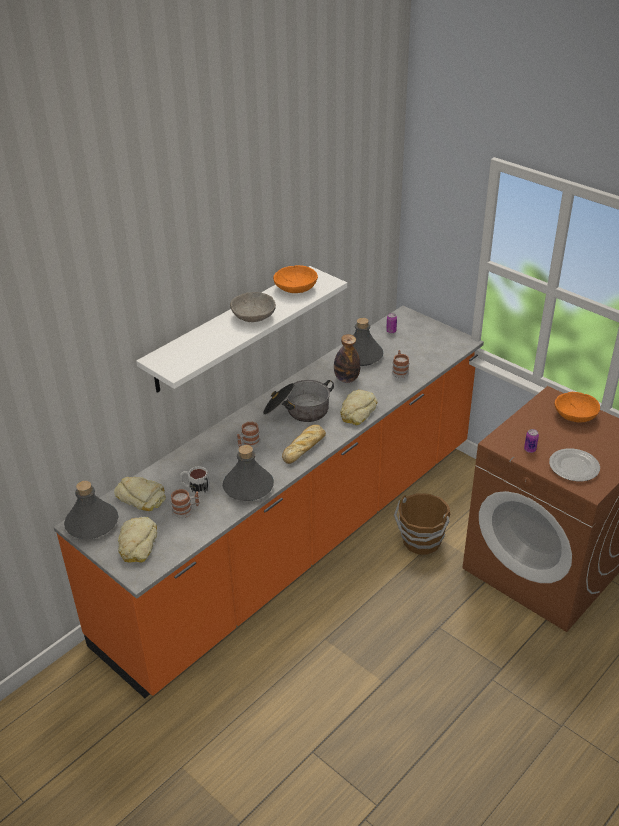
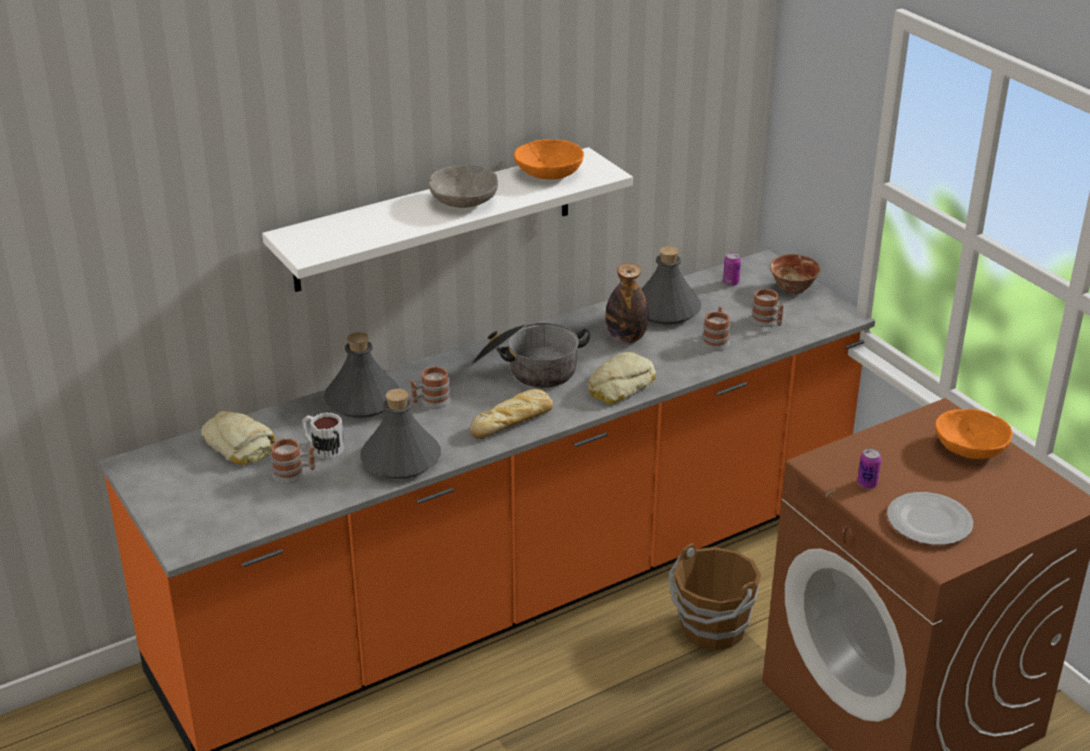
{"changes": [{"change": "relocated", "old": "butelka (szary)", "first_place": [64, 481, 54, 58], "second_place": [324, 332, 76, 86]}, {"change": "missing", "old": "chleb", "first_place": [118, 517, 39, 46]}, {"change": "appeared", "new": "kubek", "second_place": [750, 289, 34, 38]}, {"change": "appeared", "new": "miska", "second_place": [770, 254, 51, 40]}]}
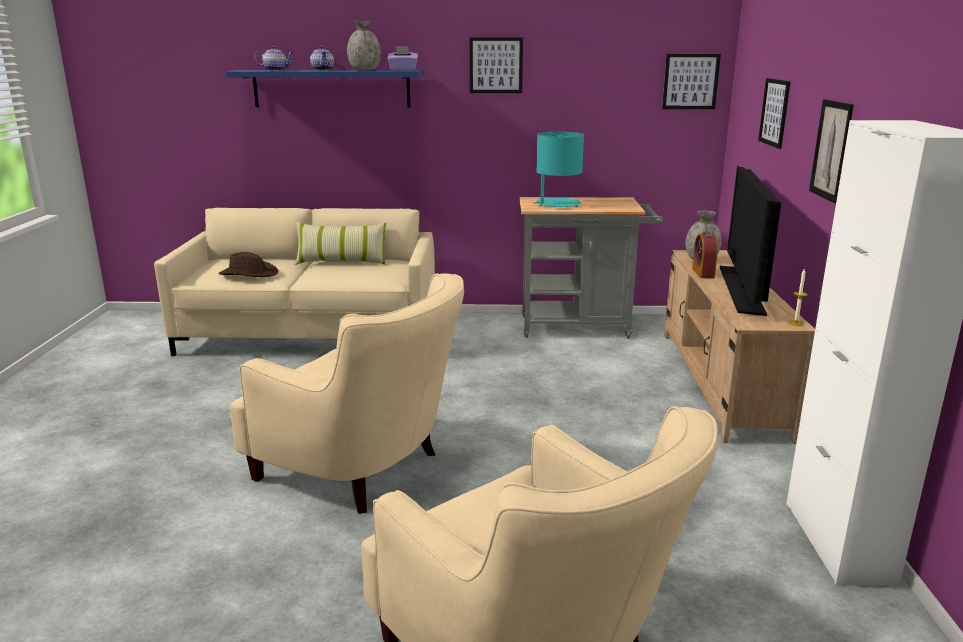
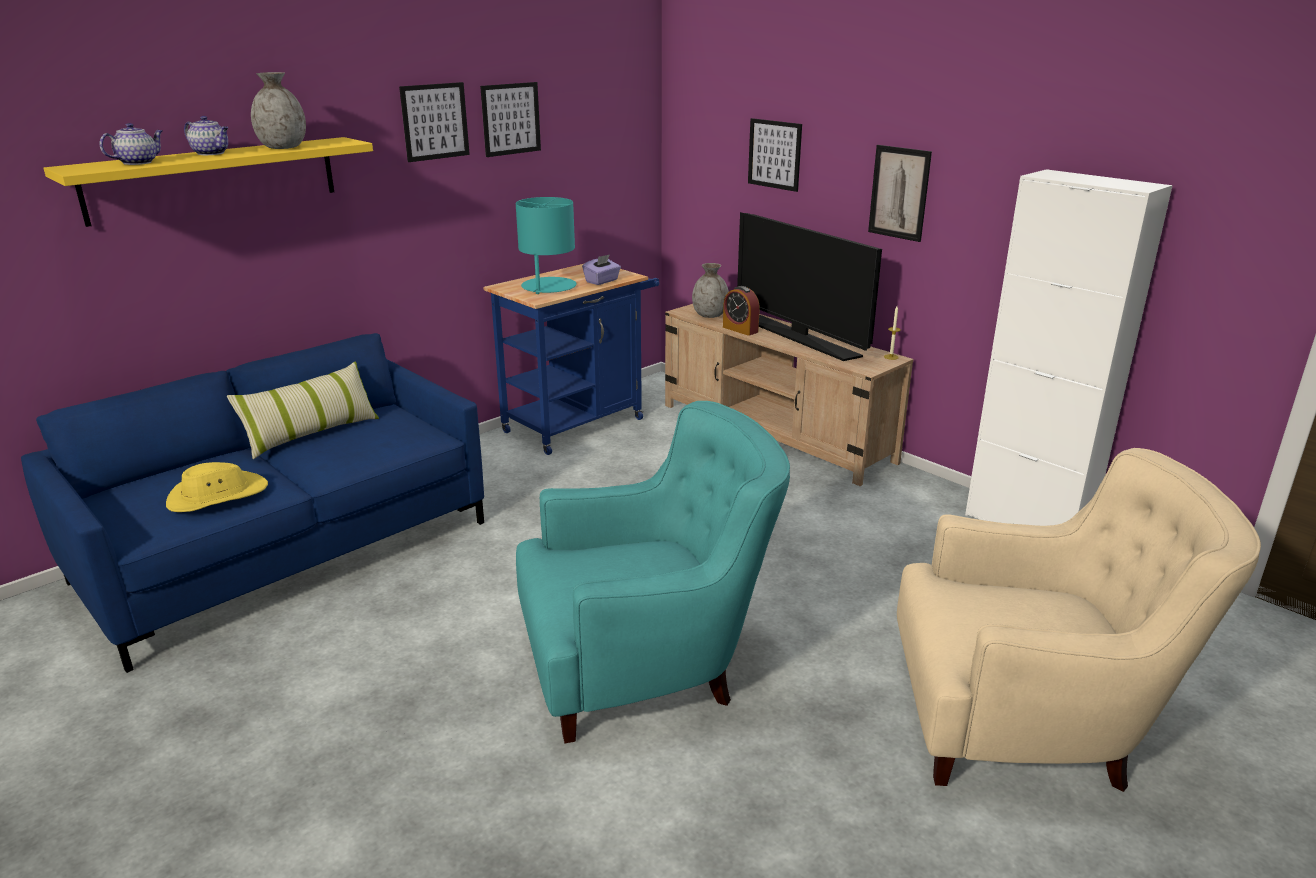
{"changes": [{"change": "colour", "old": "kanapa (beżowy)", "new": "kanapa (niebieski)", "first_place": [154, 208, 281, 148], "second_place": [21, 333, 463, 340]}, {"change": "colour", "old": "kapelusz (brązowy)", "new": "kapelusz (żółty)", "first_place": [219, 252, 59, 25], "second_place": [166, 462, 102, 50]}, {"change": "colour", "old": "półka (niebieski)", "new": "półka (żółty)", "first_place": [225, 70, 198, 37], "second_place": [43, 137, 330, 90]}, {"change": "colour", "old": "fotel (beżowy)", "new": "fotel (turkusowy)", "first_place": [230, 273, 234, 241], "second_place": [516, 401, 274, 342]}, {"change": "relocated", "old": "pudełko chusteczek (fioletowy)", "first_place": [388, 46, 30, 25], "second_place": [582, 254, 39, 31]}, {"change": "colour", "old": "wózek (szary)", "new": "wózek (niebieski)", "first_place": [520, 197, 143, 142], "second_place": [484, 264, 175, 191]}, {"change": "relocated", "old": "obraz", "first_place": [662, 54, 59, 55], "second_place": [480, 82, 61, 75]}]}
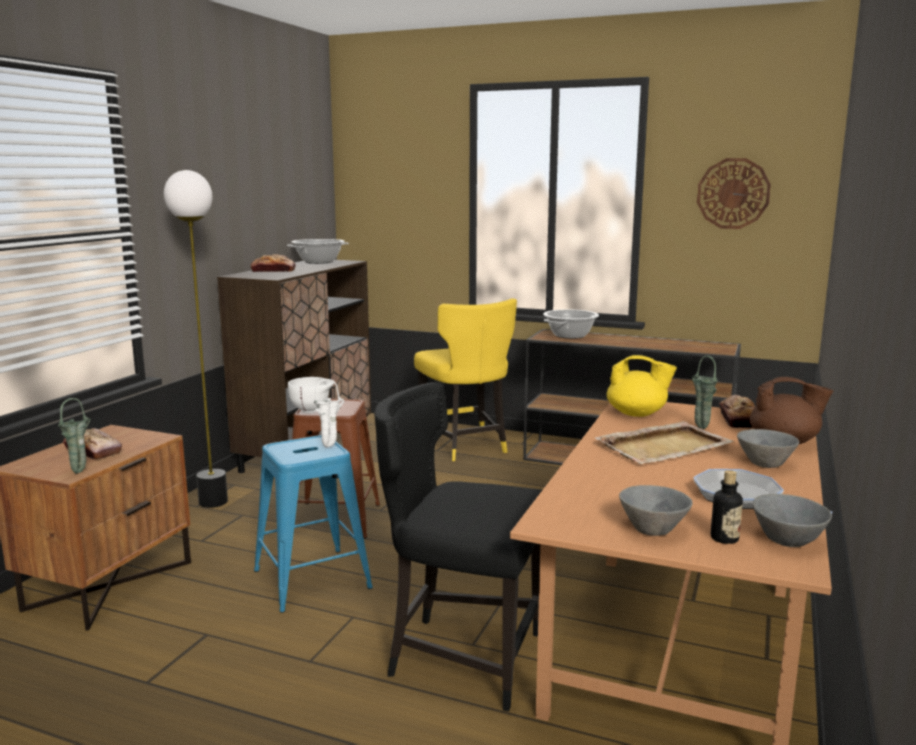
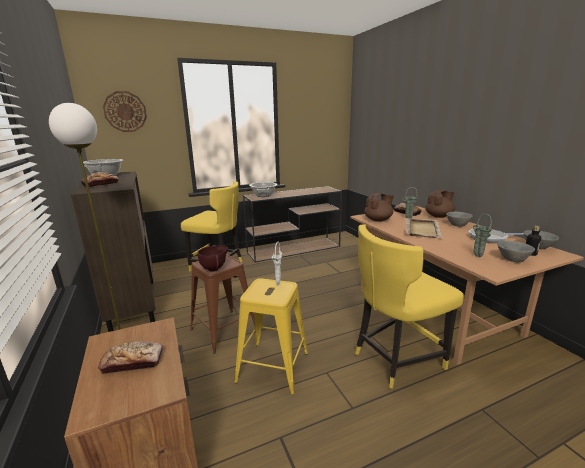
{"changes": [{"change": "relocated", "old": "wazon (zielony)", "first_place": [58, 398, 33, 76], "second_place": [473, 214, 19, 43]}, {"change": "colour", "old": "stołek (niebieski)", "new": "stołek (żółty)", "first_place": [254, 435, 119, 178], "second_place": [235, 278, 73, 117]}, {"change": "colour", "old": "miska (biały)", "new": "miska (brązowy)", "first_place": [288, 377, 46, 36], "second_place": [197, 245, 31, 27]}, {"change": "colour", "old": "krzesło (czarny)", "new": "krzesło (żółty)", "first_place": [374, 382, 169, 330], "second_place": [355, 224, 109, 164]}, {"change": "colour", "old": "imbryk (żółty)", "new": "imbryk (brązowy)", "first_place": [607, 355, 70, 62], "second_place": [364, 193, 30, 29]}, {"change": "relocated", "old": "zegar ścienny", "first_place": [697, 158, 74, 71], "second_place": [103, 91, 44, 41]}]}
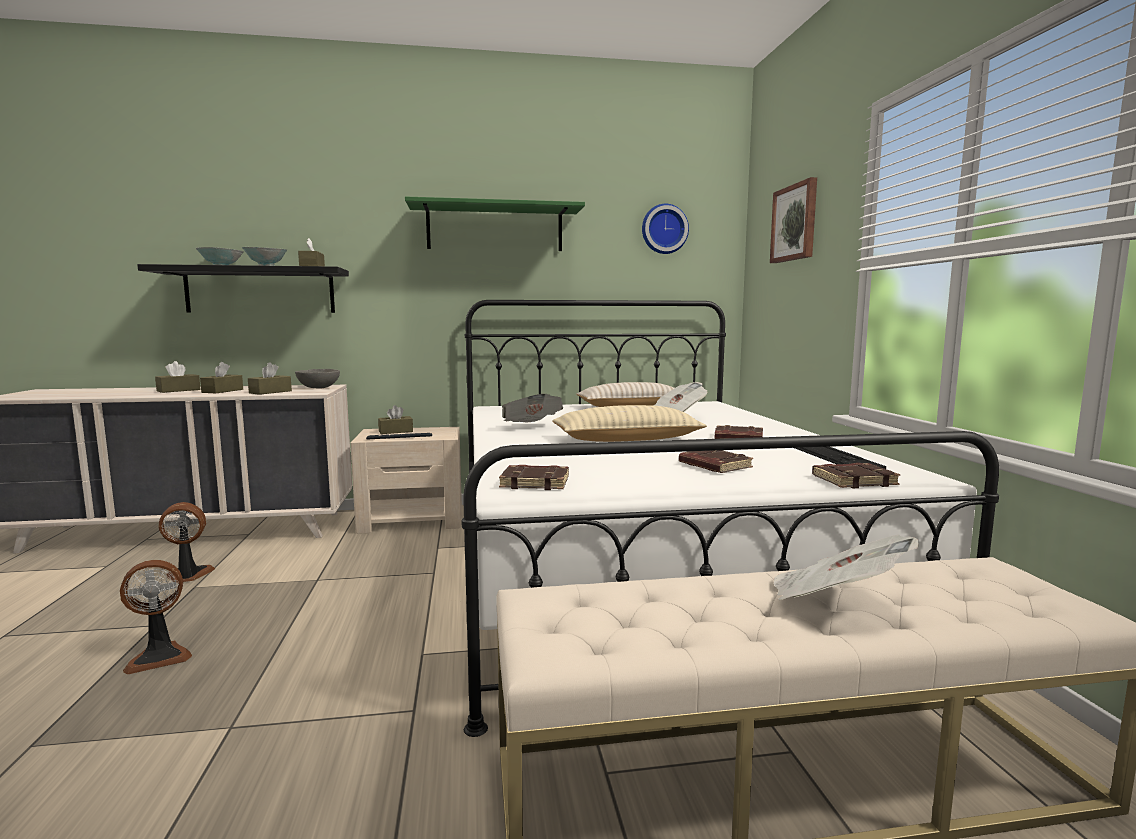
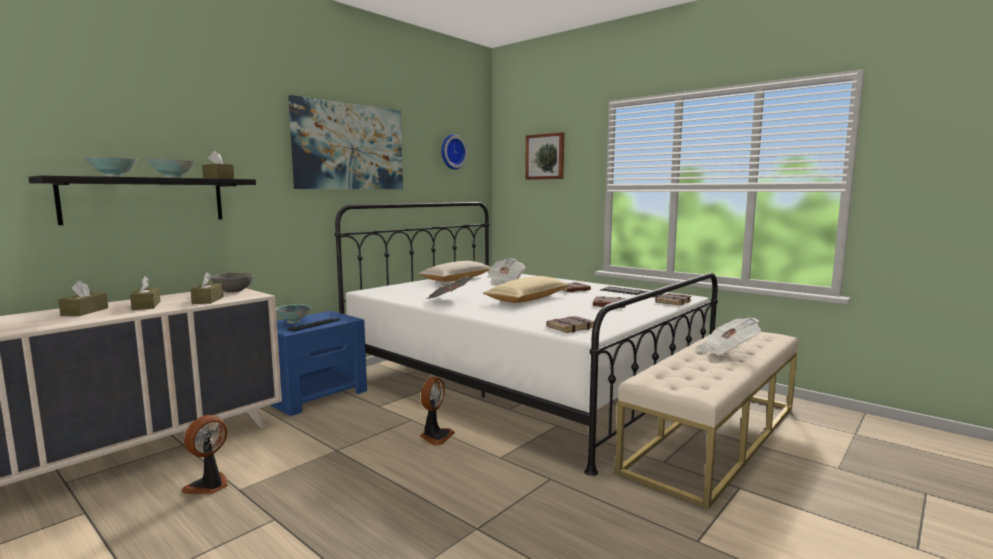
{"changes": [{"change": "relocated", "old": "wentylator", "first_place": [120, 560, 72, 115], "second_place": [420, 377, 35, 69]}, {"change": "colour", "old": "szafka nocna (beżowy)", "new": "szafka nocna (niebieski)", "first_place": [350, 427, 112, 107], "second_place": [271, 311, 96, 105]}, {"change": "exchanged", "old": "pudełko chusteczek (brązowy)", "new": "miska", "first_place": [378, 405, 35, 29], "second_place": [276, 304, 35, 20]}, {"change": "exchanged", "old": "półka (zielony)", "new": "obraz", "first_place": [405, 197, 180, 54], "second_place": [288, 95, 115, 94]}]}
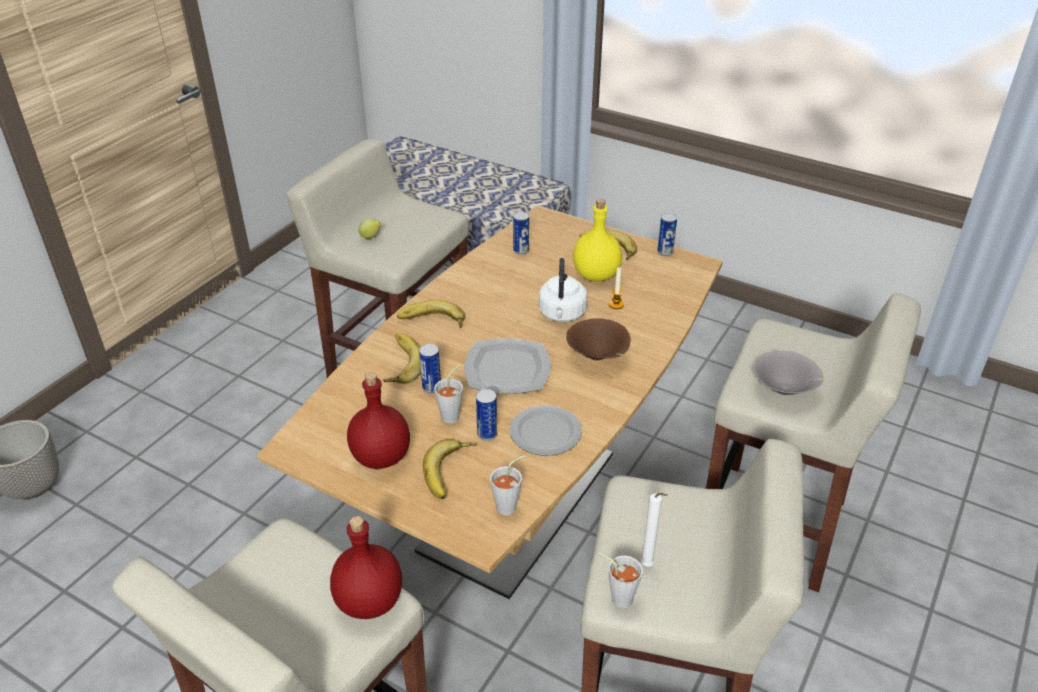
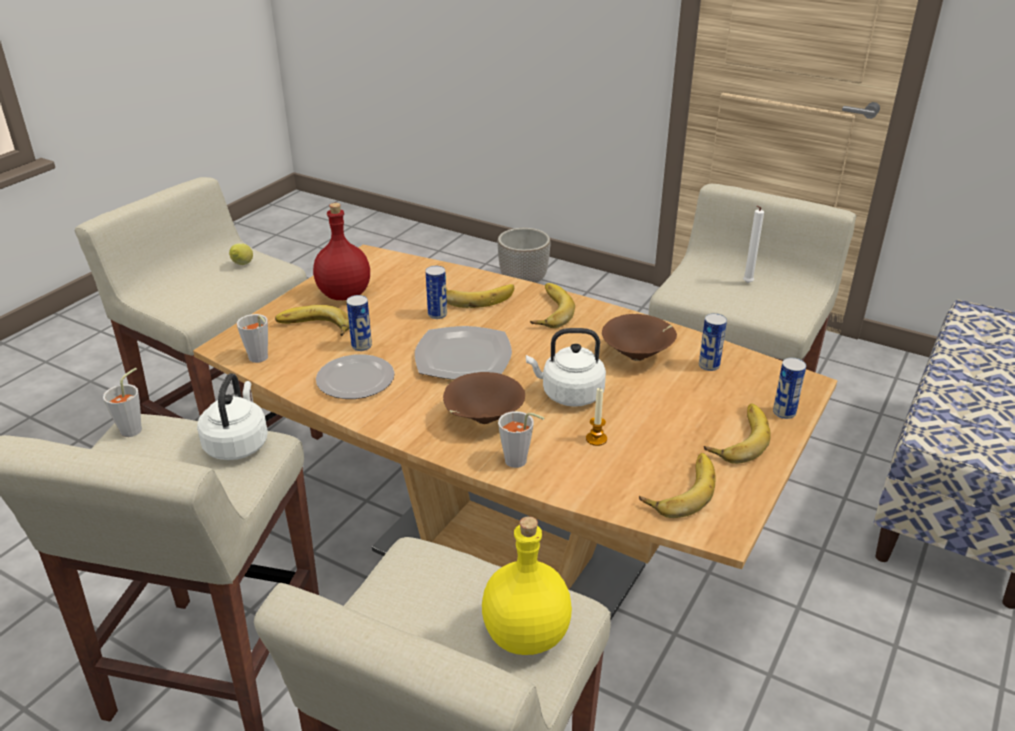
{"changes": [{"change": "missing", "old": "butelka (czerwony)", "first_place": [330, 516, 72, 103]}, {"change": "relocated", "old": "cytryna", "first_place": [359, 218, 22, 21], "second_place": [229, 243, 24, 22]}, {"change": "relocated", "old": "filiżanka (szary)", "first_place": [434, 365, 29, 59], "second_place": [498, 411, 46, 57]}, {"change": "relocated", "old": "butelka (żółty)", "first_place": [573, 199, 49, 82], "second_place": [482, 516, 90, 139]}, {"change": "relocated", "old": "świeca (biały)", "first_place": [641, 493, 27, 74], "second_place": [743, 206, 21, 77]}, {"change": "relocated", "old": "puszka", "first_place": [657, 213, 20, 43], "second_place": [773, 358, 33, 61]}, {"change": "missing", "old": "miska (szary)", "first_place": [754, 351, 70, 44]}, {"change": "appeared", "new": "czajnik (biały)", "second_place": [197, 373, 71, 87]}, {"change": "appeared", "new": "miska (brązowy)", "second_place": [602, 314, 75, 47]}, {"change": "appeared", "new": "banan", "second_place": [639, 453, 77, 65]}]}
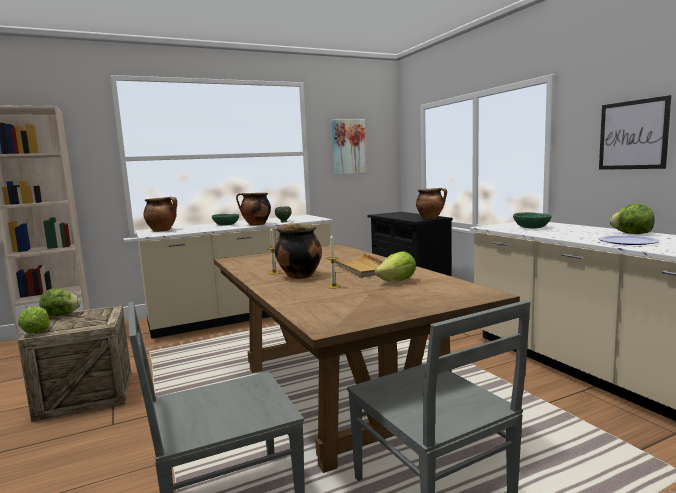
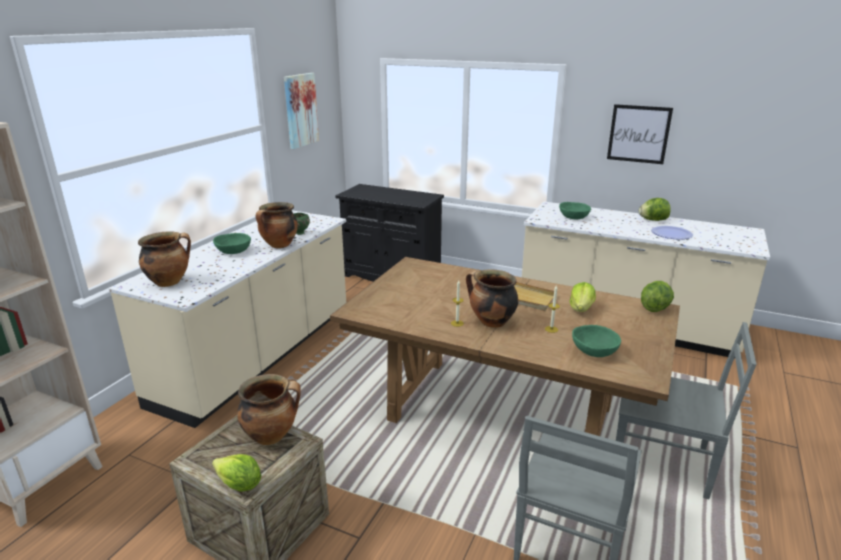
{"changes": [{"change": "relocated", "old": "sałata", "first_place": [39, 288, 42, 28], "second_place": [641, 281, 33, 31]}, {"change": "relocated", "old": "garnek", "first_place": [416, 188, 31, 31], "second_place": [237, 374, 64, 71]}, {"change": "appeared", "new": "miska (zielony)", "second_place": [572, 325, 49, 32]}]}
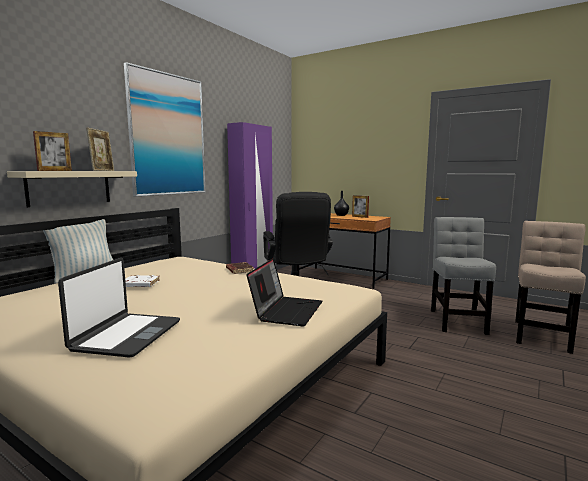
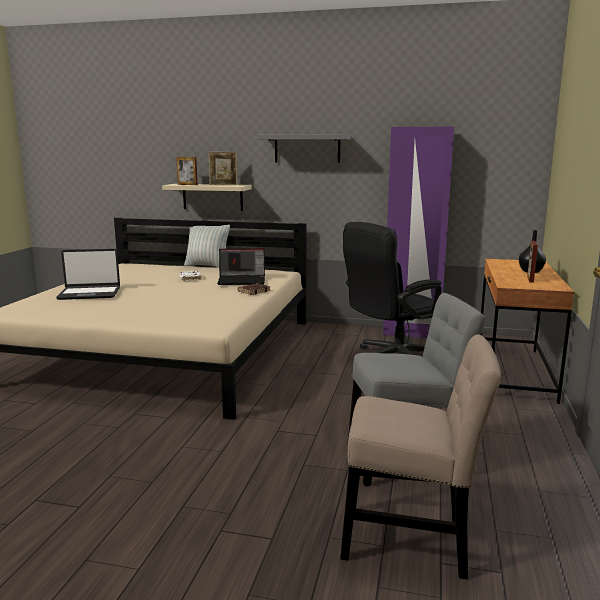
{"changes": [{"change": "exchanged", "old": "obraz", "new": "półka (szary)", "first_place": [124, 62, 82, 134], "second_place": [257, 134, 94, 29]}, {"change": "relocated", "old": "laptop", "first_place": [246, 258, 76, 68], "second_place": [217, 248, 48, 37]}]}
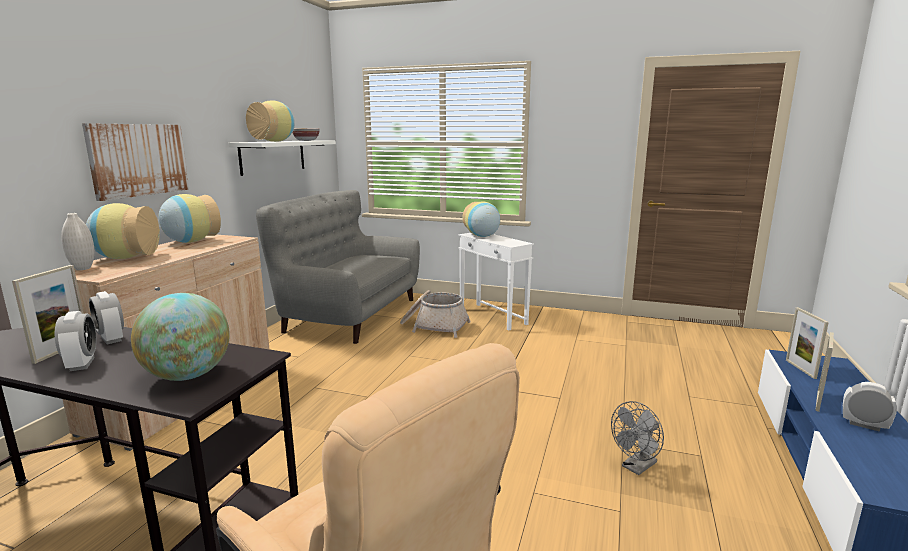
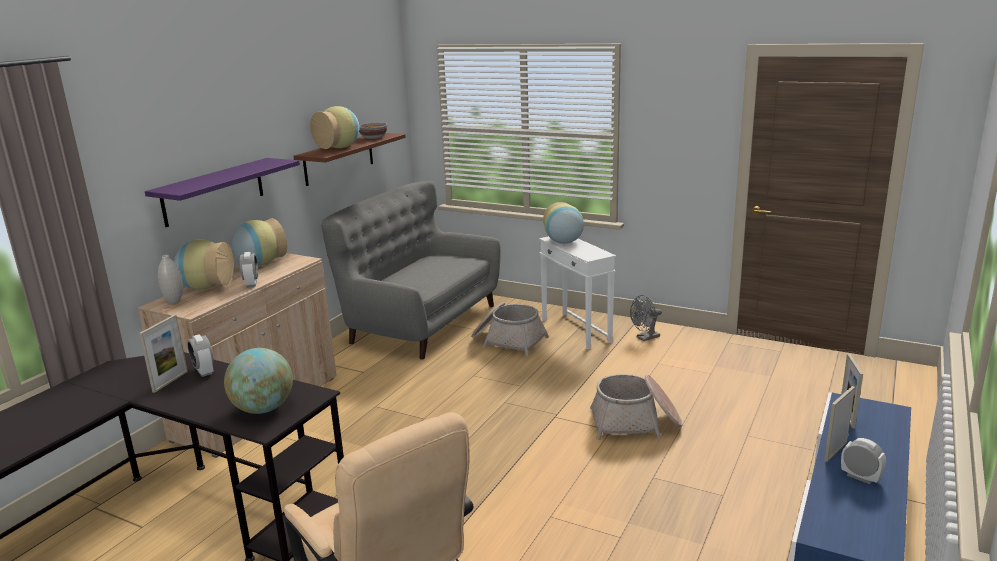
{"changes": [{"change": "relocated", "old": "budzik", "first_place": [55, 311, 42, 60], "second_place": [240, 252, 18, 35]}, {"change": "exchanged", "old": "obraz", "new": "półka (fioletowy)", "first_place": [82, 123, 107, 78], "second_place": [145, 158, 155, 69]}, {"change": "colour", "old": "półka (biały)", "new": "półka (brązowy)", "first_place": [228, 140, 108, 36], "second_place": [293, 133, 113, 53]}, {"change": "relocated", "old": "wentylator (szary)", "first_place": [611, 401, 53, 74], "second_place": [630, 295, 32, 46]}, {"change": "appeared", "new": "koszyk", "second_place": [590, 374, 93, 66]}]}
